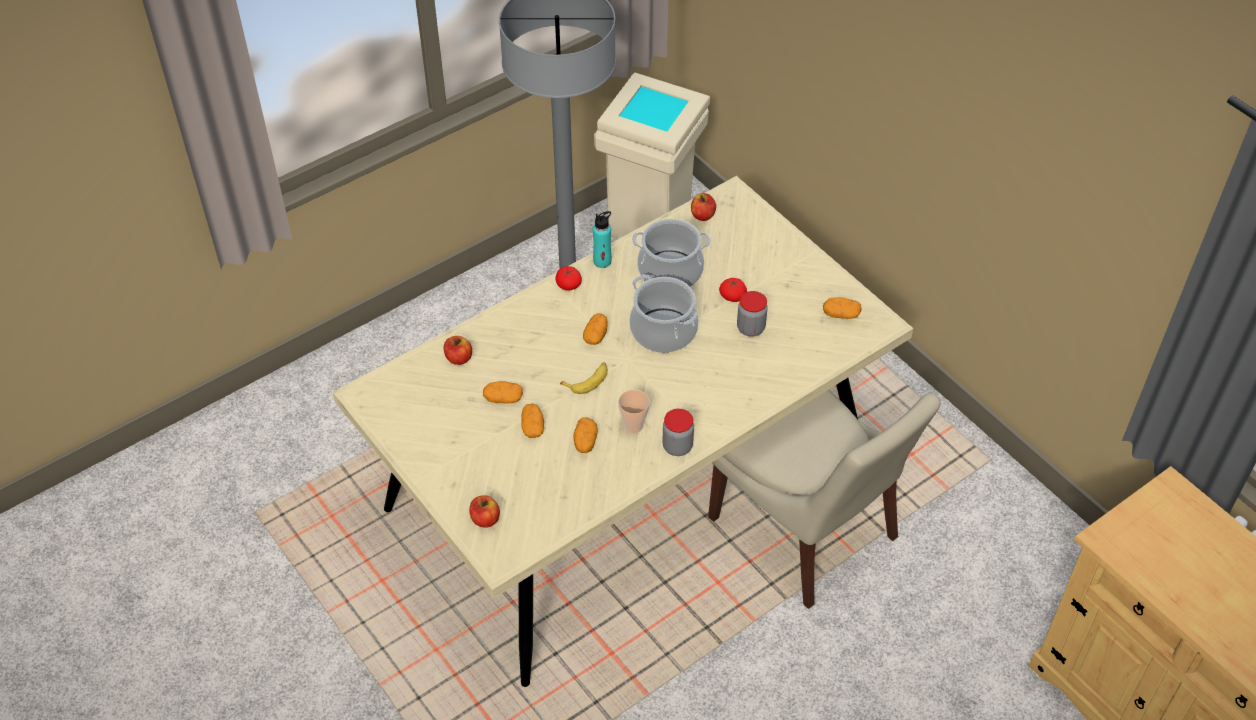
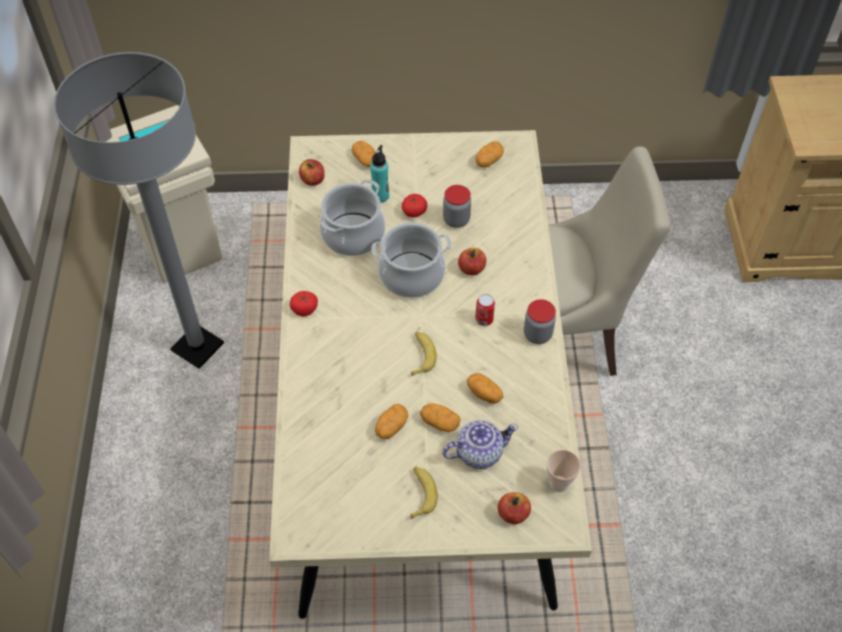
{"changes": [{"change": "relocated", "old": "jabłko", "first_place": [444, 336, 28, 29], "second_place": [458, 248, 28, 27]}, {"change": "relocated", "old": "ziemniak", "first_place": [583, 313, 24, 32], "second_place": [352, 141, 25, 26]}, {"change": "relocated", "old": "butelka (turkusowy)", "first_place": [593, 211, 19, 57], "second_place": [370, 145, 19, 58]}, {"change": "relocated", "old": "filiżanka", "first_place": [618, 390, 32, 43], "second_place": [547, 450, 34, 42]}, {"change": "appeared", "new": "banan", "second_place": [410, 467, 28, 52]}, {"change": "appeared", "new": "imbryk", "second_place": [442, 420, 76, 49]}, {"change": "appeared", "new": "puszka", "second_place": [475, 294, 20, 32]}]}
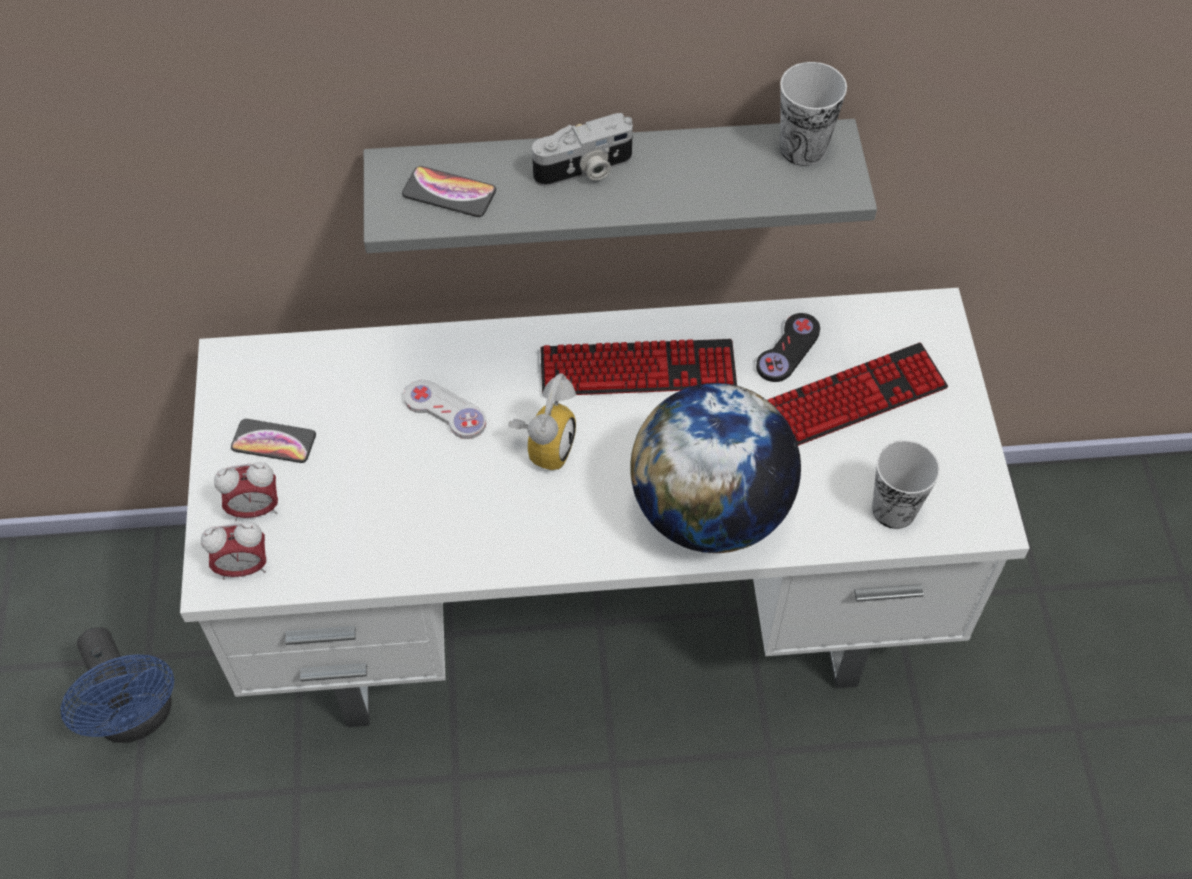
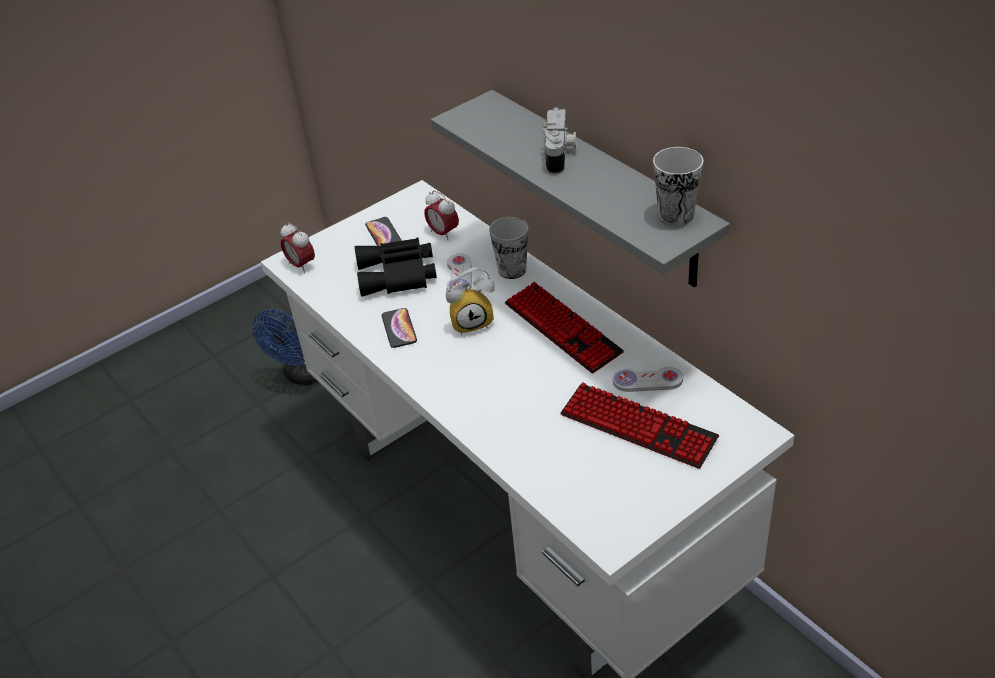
{"changes": [{"change": "relocated", "old": "budzik", "first_place": [214, 462, 64, 59], "second_place": [424, 190, 35, 51]}, {"change": "relocated", "old": "telefon", "first_place": [402, 166, 94, 51], "second_place": [382, 308, 35, 40]}, {"change": "spun", "old": "aparat fotograficzny", "first_place": [532, 113, 101, 74], "second_place": [543, 107, 33, 68], "degrees": -120}, {"change": "missing", "old": "globus", "first_place": [630, 383, 171, 170]}, {"change": "colour", "old": "pad do gier (czarny)", "new": "pad do gier (biały)", "first_place": [756, 313, 64, 69], "second_place": [613, 367, 70, 25]}, {"change": "relocated", "old": "filiżanka", "first_place": [872, 440, 68, 89], "second_place": [489, 217, 39, 62]}, {"change": "appeared", "new": "lornetka (czarny)", "second_place": [355, 237, 82, 60]}]}
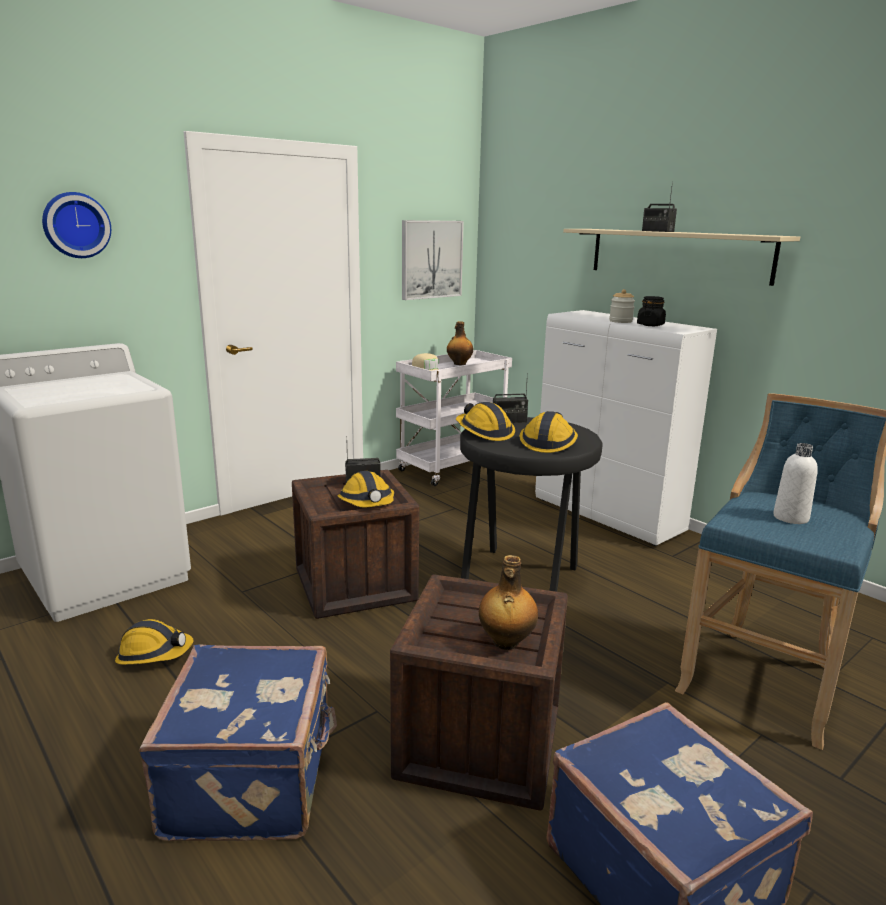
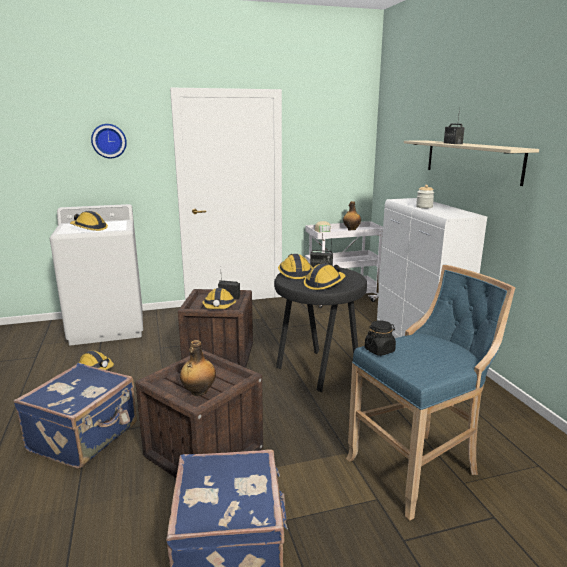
{"changes": [{"change": "missing", "old": "obraz", "first_place": [402, 220, 62, 80]}, {"change": "relocated", "old": "słoik (czarny)", "first_place": [637, 296, 29, 30], "second_place": [365, 320, 31, 36]}, {"change": "missing", "old": "butelka (biały)", "first_place": [773, 443, 45, 81]}, {"change": "appeared", "new": "kask", "second_place": [70, 211, 38, 20]}]}
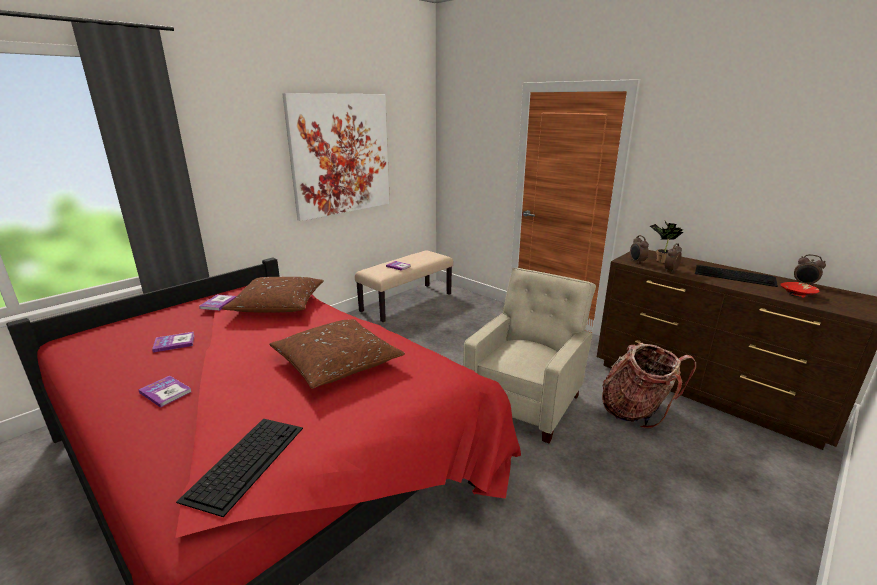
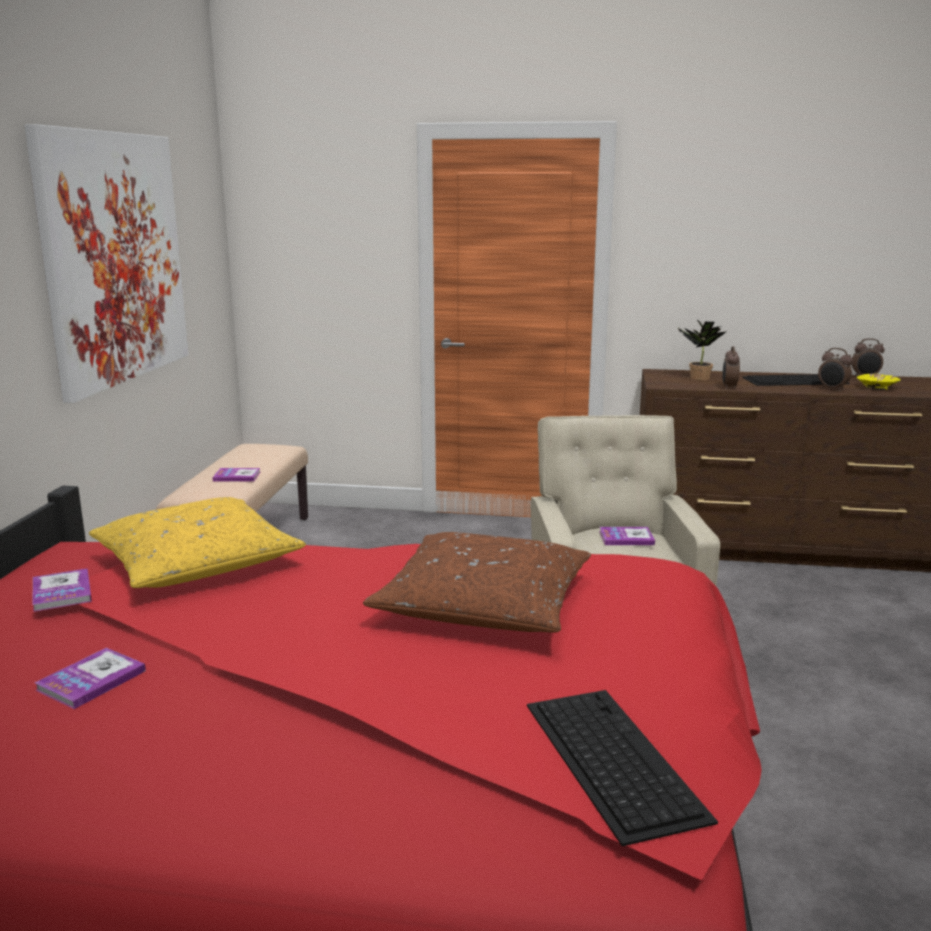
{"changes": [{"change": "relocated", "old": "książka", "first_place": [138, 375, 53, 33], "second_place": [599, 527, 56, 18]}, {"change": "colour", "old": "poduszka (brązowy)", "new": "poduszka (żółty)", "first_place": [222, 277, 102, 36], "second_place": [89, 497, 217, 91]}, {"change": "missing", "old": "plecak", "first_place": [602, 343, 94, 85]}, {"change": "relocated", "old": "budzik", "first_place": [630, 235, 19, 29], "second_place": [818, 348, 35, 43]}, {"change": "colour", "old": "miska (czerwony)", "new": "miska (żółty)", "first_place": [780, 282, 40, 16], "second_place": [857, 374, 43, 16]}]}
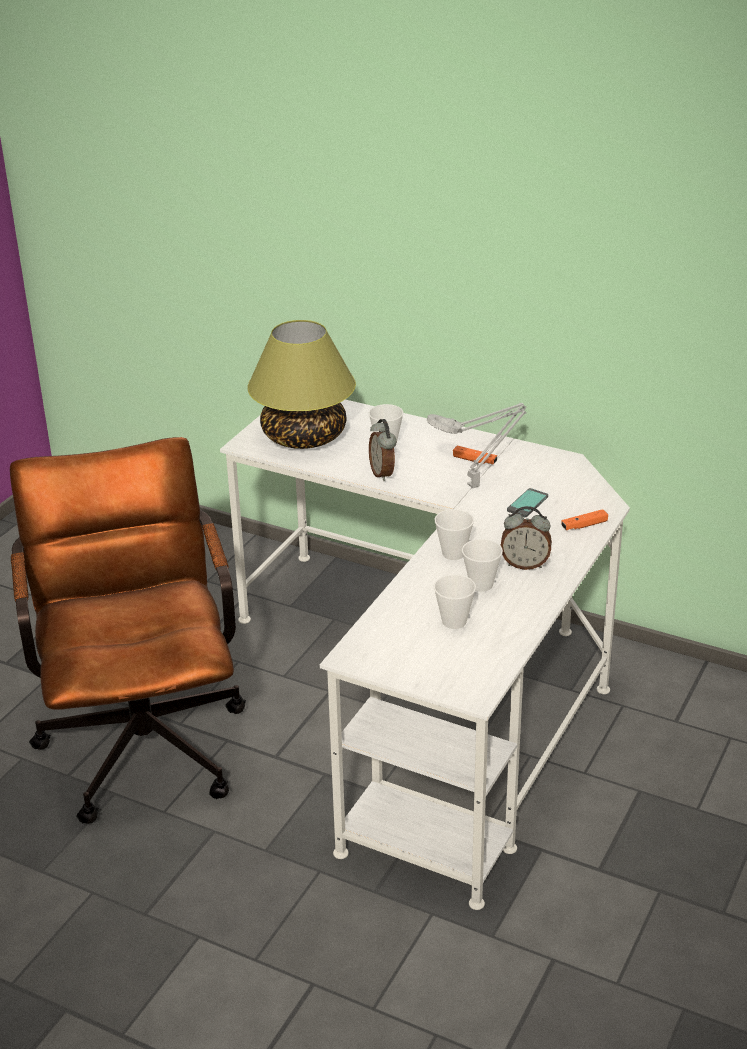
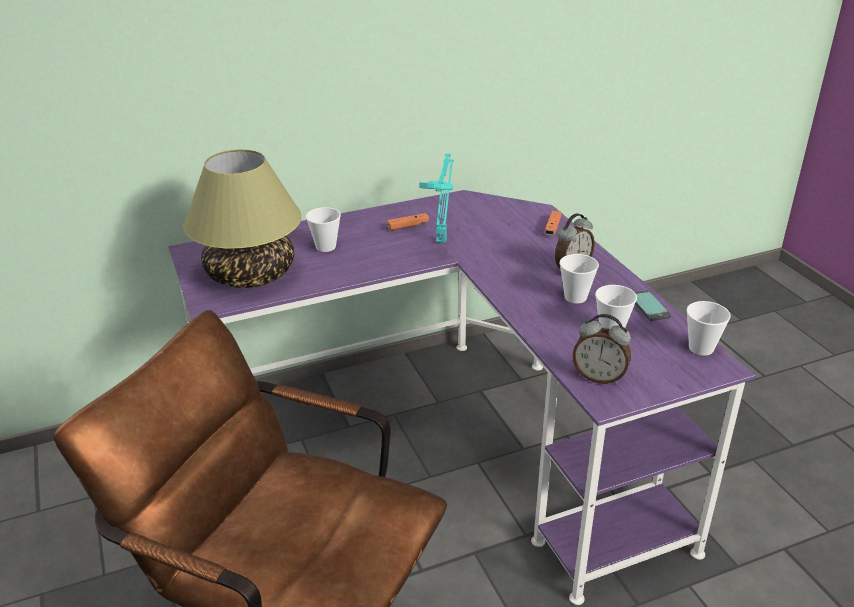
{"changes": [{"change": "colour", "old": "biurko (biały)", "new": "biurko (fioletowy)", "first_place": [220, 400, 410, 510], "second_place": [168, 190, 588, 415]}, {"change": "relocated", "old": "budzik", "first_place": [369, 419, 27, 62], "second_place": [573, 314, 58, 70]}, {"change": "colour", "old": "lampa stołowa (szary)", "new": "lampa stołowa (turkusowy)", "first_place": [427, 403, 100, 85], "second_place": [419, 153, 35, 90]}, {"change": "relocated", "old": "filiżanka", "first_place": [434, 509, 40, 51], "second_place": [686, 301, 45, 55]}, {"change": "relocated", "old": "telefon", "first_place": [507, 488, 41, 29], "second_place": [635, 290, 36, 31]}]}
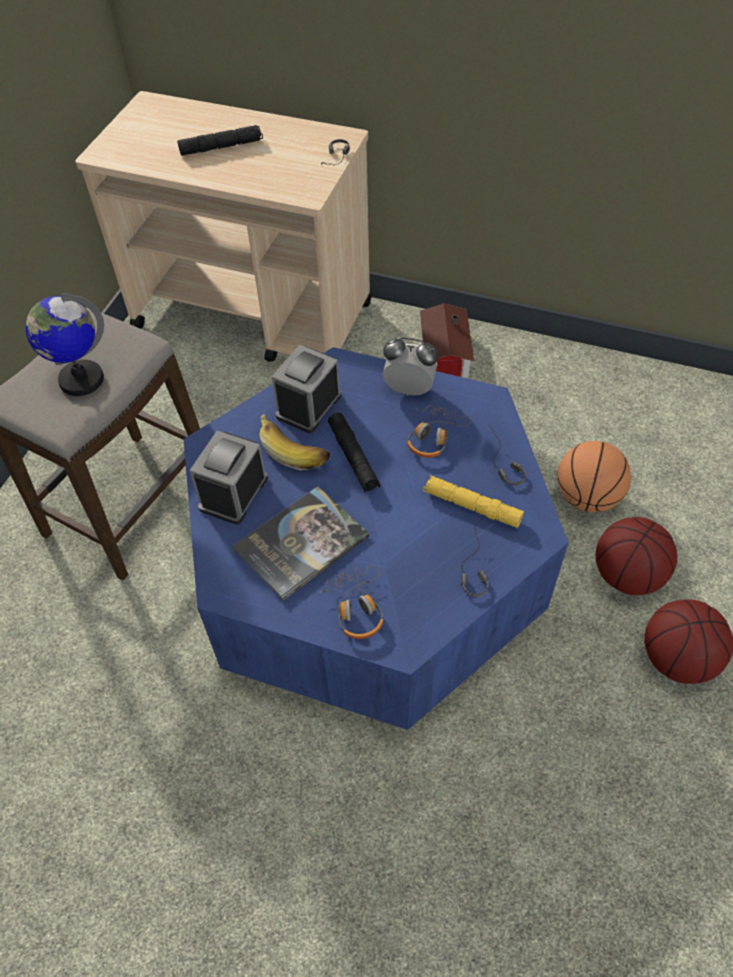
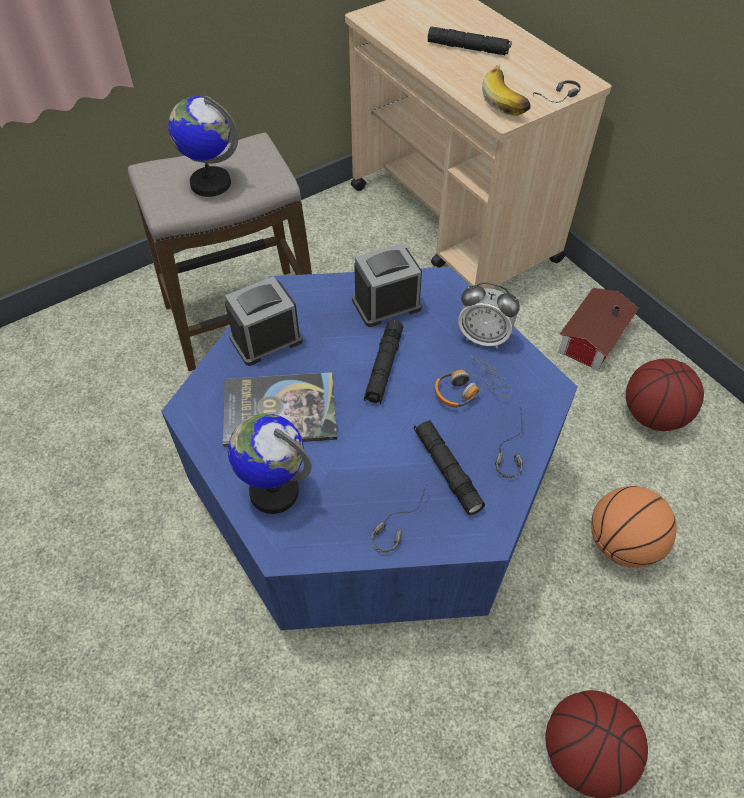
{"changes": [{"change": "relocated", "old": "banan", "first_place": [259, 413, 71, 57], "second_place": [482, 64, 49, 52]}, {"change": "exchanged", "old": "słuchawki", "new": "globus", "first_place": [319, 565, 65, 74], "second_place": [228, 413, 84, 101]}, {"change": "spun", "old": "budzik", "first_place": [383, 337, 55, 59], "second_place": [458, 282, 62, 66], "degrees": 150}, {"change": "colour", "old": "latarka (żółty)", "new": "latarka (czarny)", "first_place": [423, 475, 101, 53], "second_place": [414, 419, 71, 96]}, {"change": "relocated", "old": "piłka do koszykówki", "first_place": [596, 517, 81, 78], "second_place": [626, 358, 78, 73]}]}
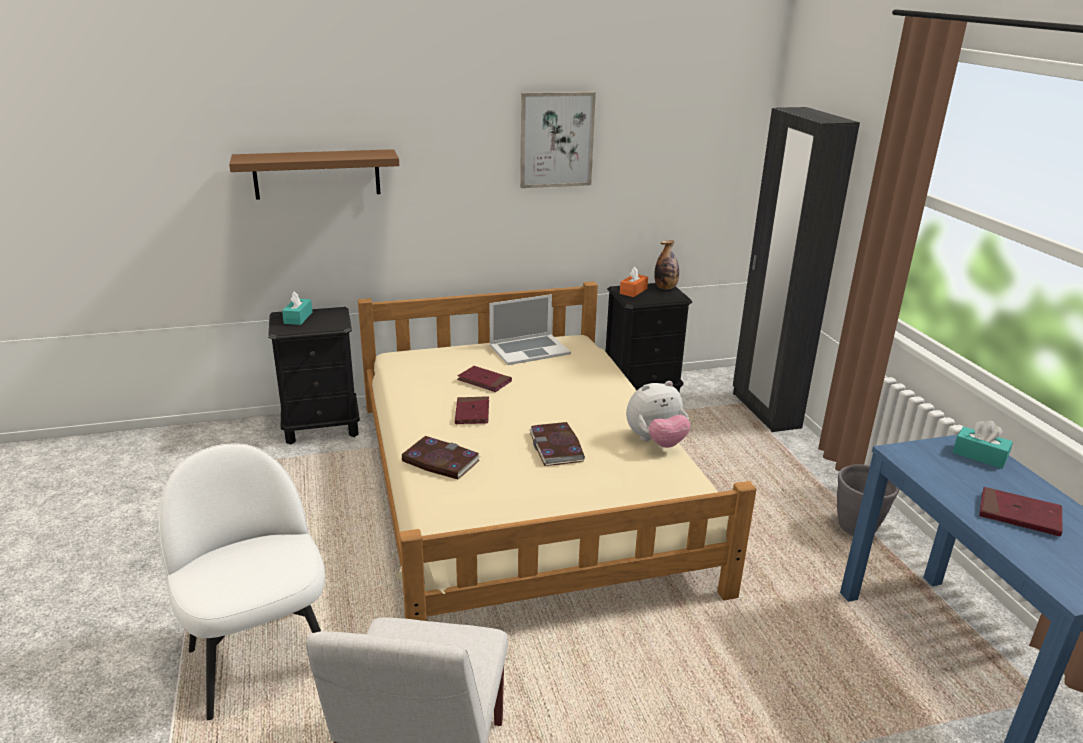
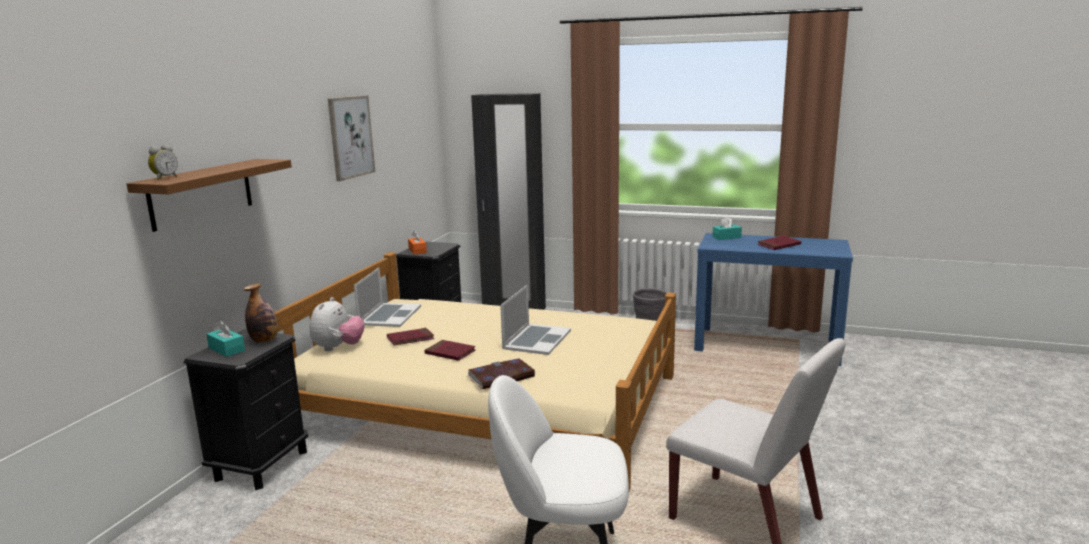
{"changes": [{"change": "exchanged", "old": "książka", "new": "laptop", "first_place": [529, 422, 56, 44], "second_place": [500, 285, 71, 70]}, {"change": "relocated", "old": "pluszak", "first_place": [626, 381, 64, 67], "second_place": [310, 297, 54, 54]}, {"change": "relocated", "old": "butelka", "first_place": [654, 240, 25, 50], "second_place": [244, 283, 34, 60]}, {"change": "appeared", "new": "budzik", "second_place": [148, 145, 30, 35]}]}
